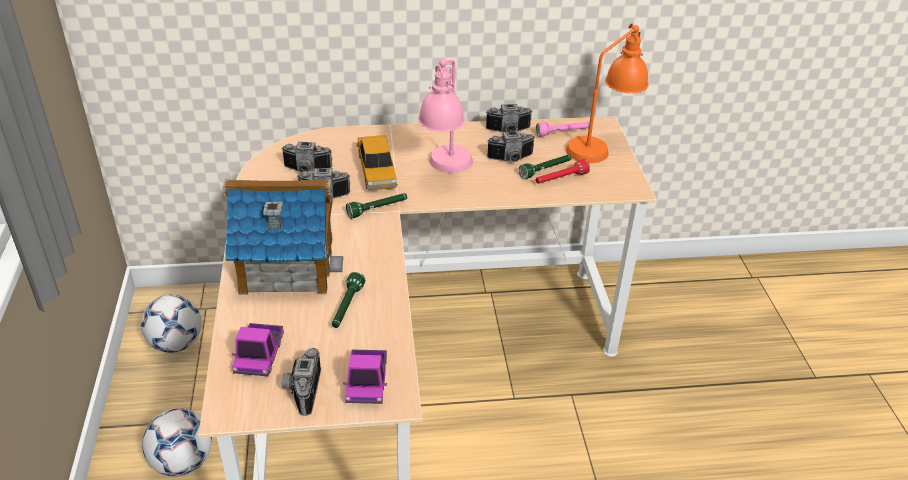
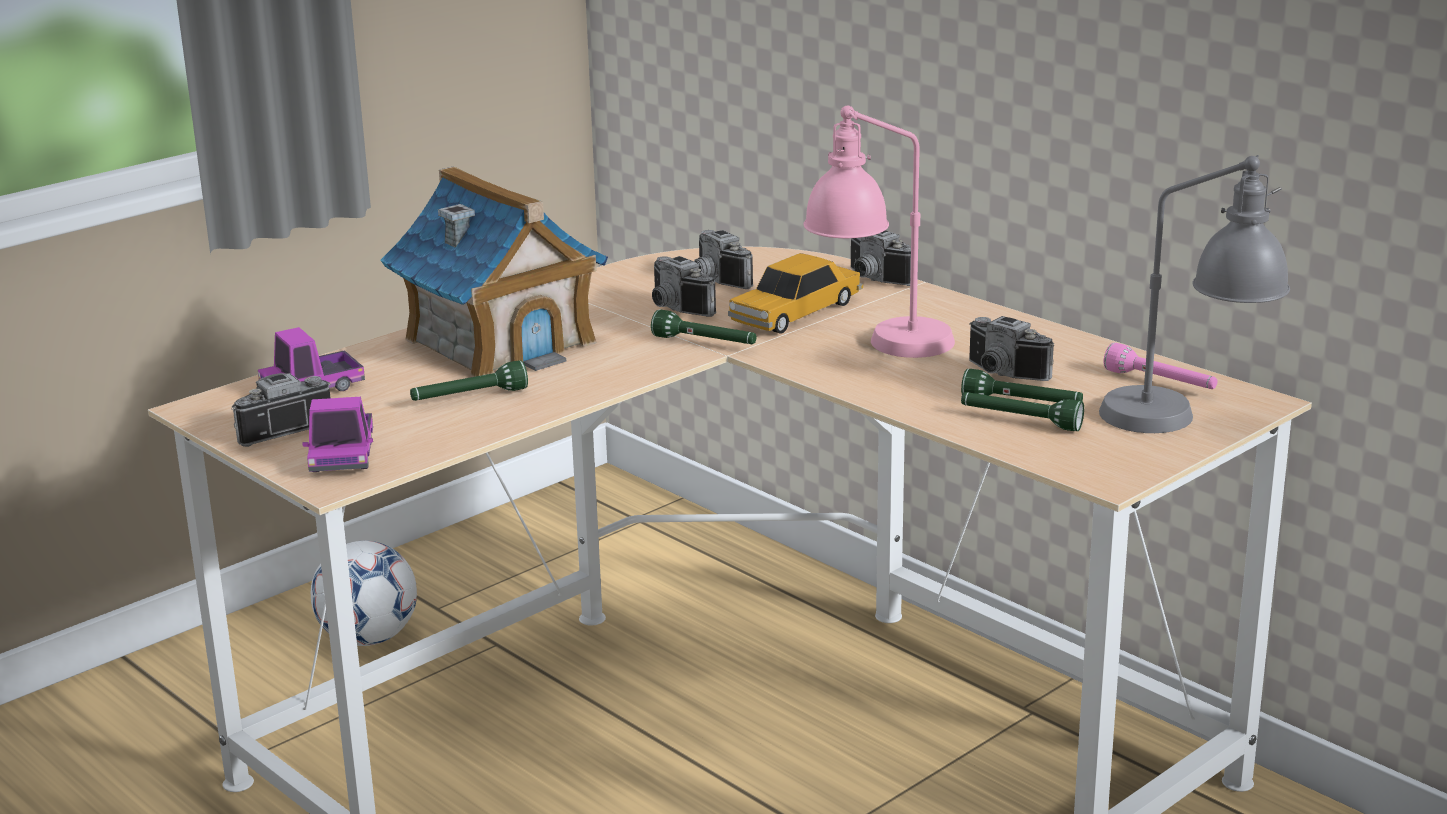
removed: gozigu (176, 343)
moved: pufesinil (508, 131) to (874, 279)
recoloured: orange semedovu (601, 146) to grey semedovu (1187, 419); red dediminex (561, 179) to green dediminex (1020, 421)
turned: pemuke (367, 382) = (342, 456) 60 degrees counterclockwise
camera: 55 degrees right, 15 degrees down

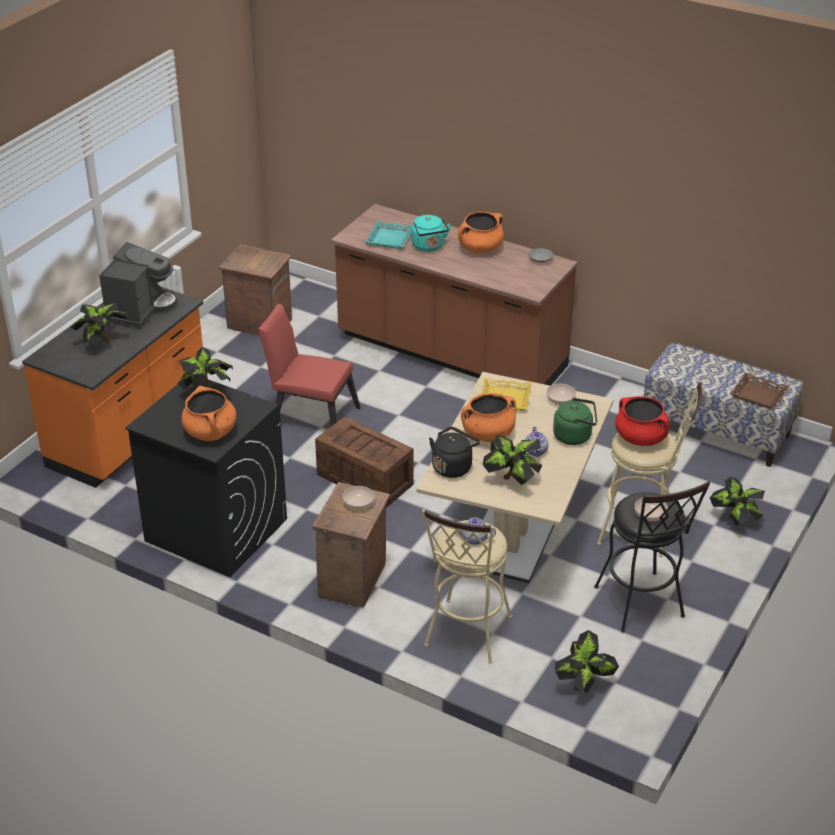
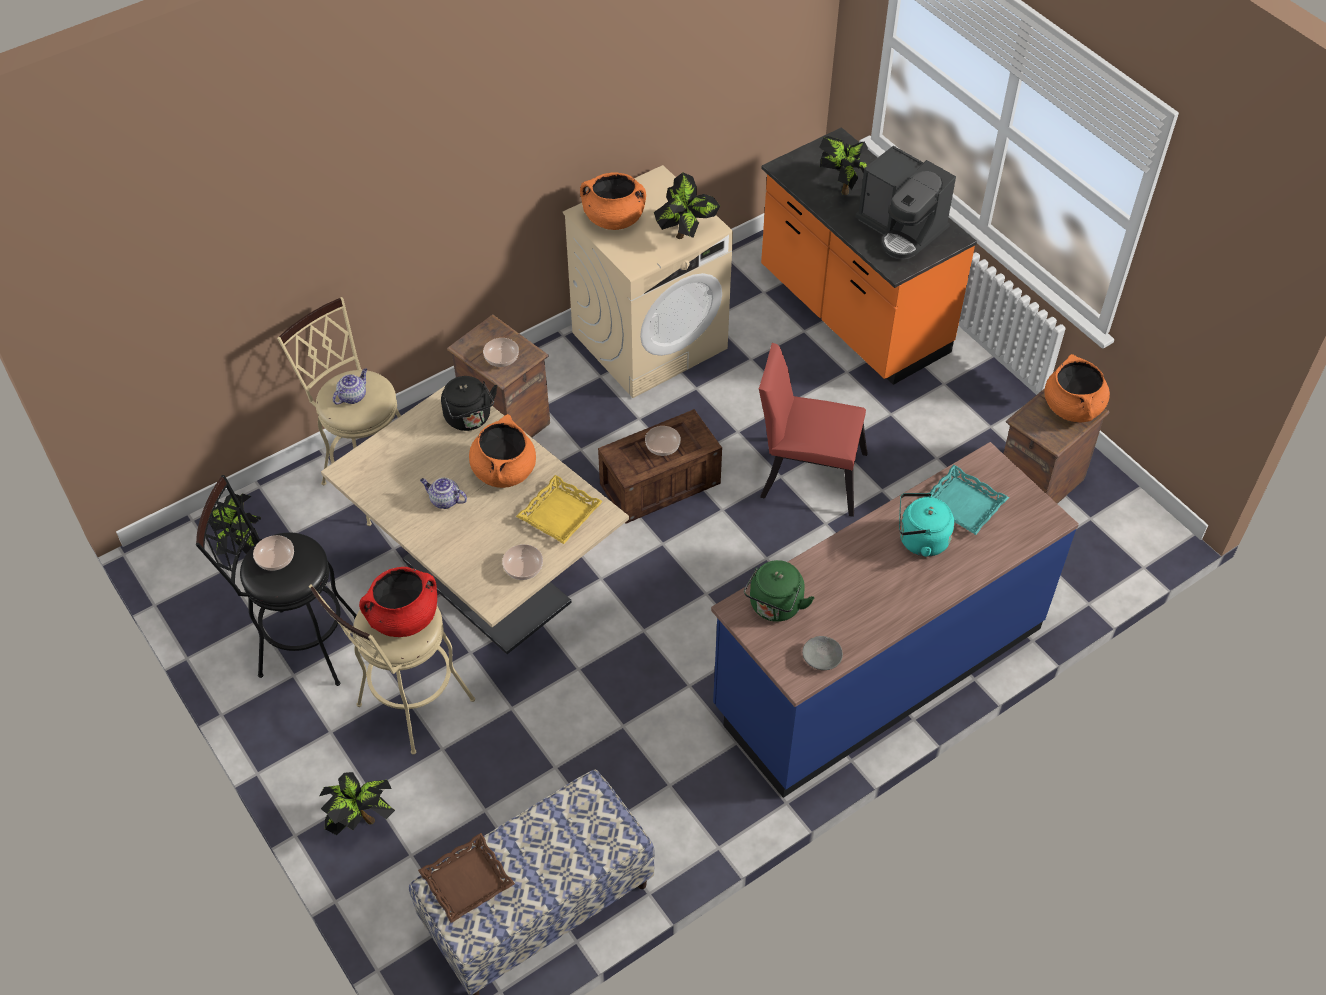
removed: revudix (512, 480)
added: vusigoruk (662, 446)
moved: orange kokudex (480, 248) to (1072, 407); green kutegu (575, 436) to (775, 607)
recoloured: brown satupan (451, 353) to blue satupan (877, 668); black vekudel (215, 530) to beige vekudel (650, 340)
turned: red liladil (310, 417) = (806, 472) 120 degrees counterclockwise
camera: 115 degrees right, 15 degrees up

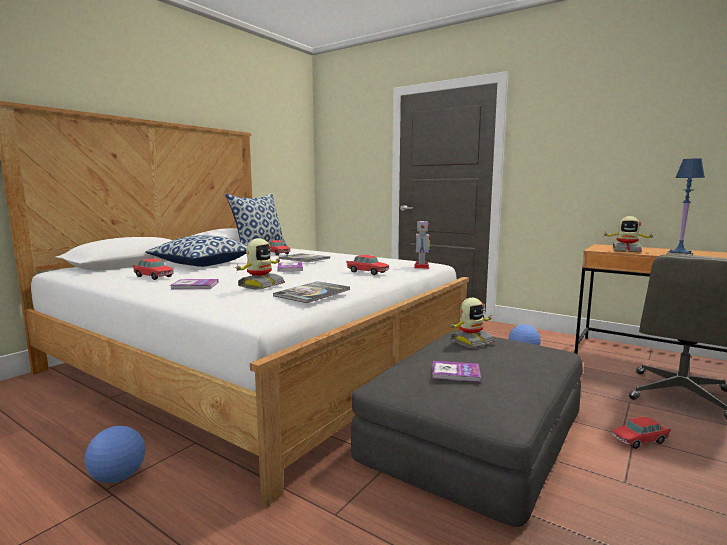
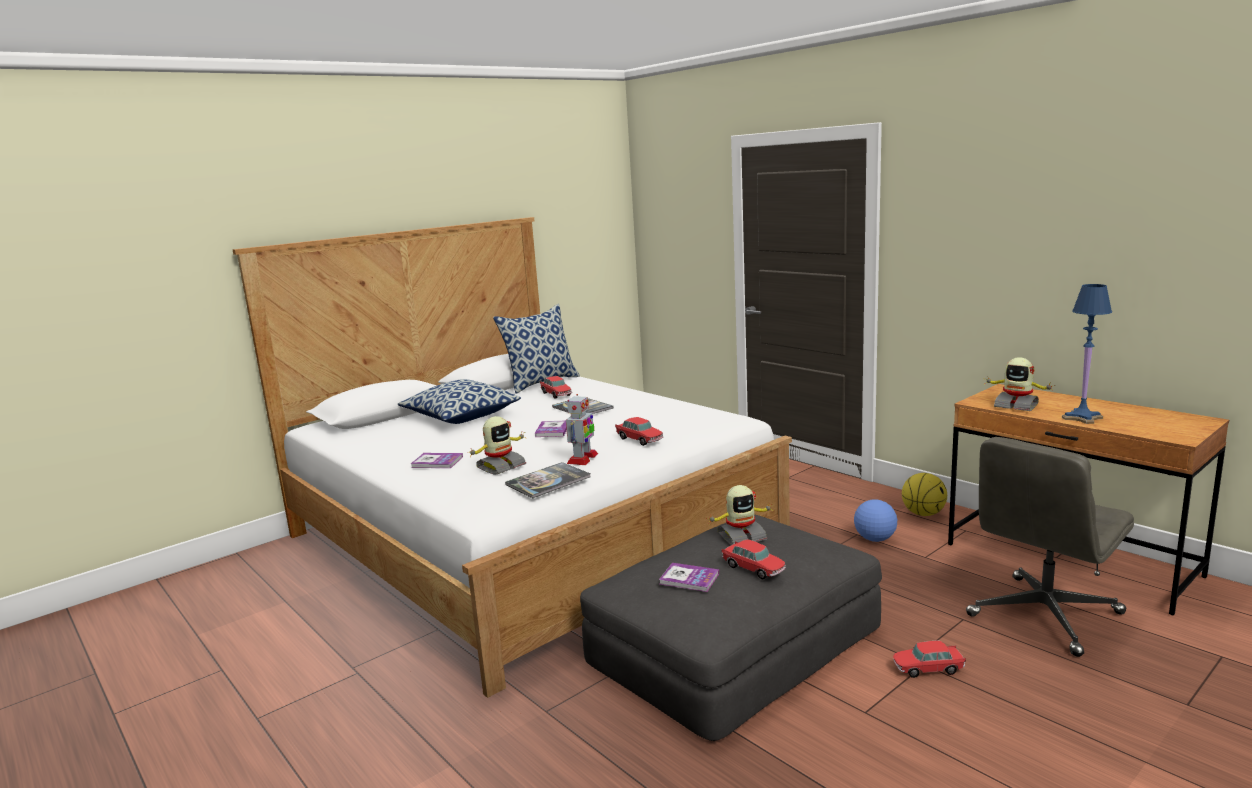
removed: gozigu (118, 477)
added: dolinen (923, 514)
moved: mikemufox (421, 266) to (582, 459); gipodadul (154, 277) to (753, 568)
camera: 15 degrees right, 5 degrees up

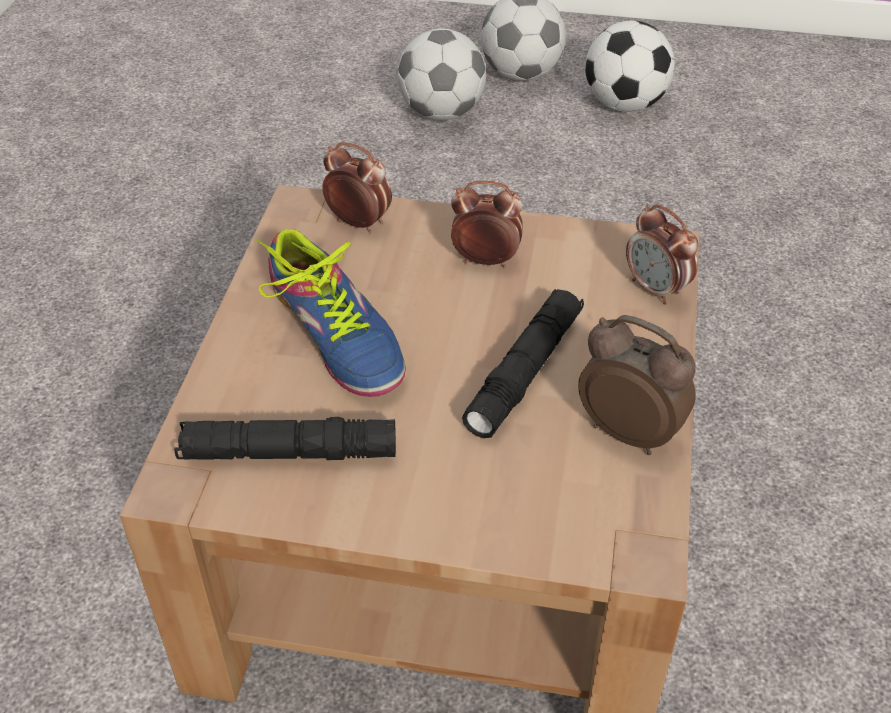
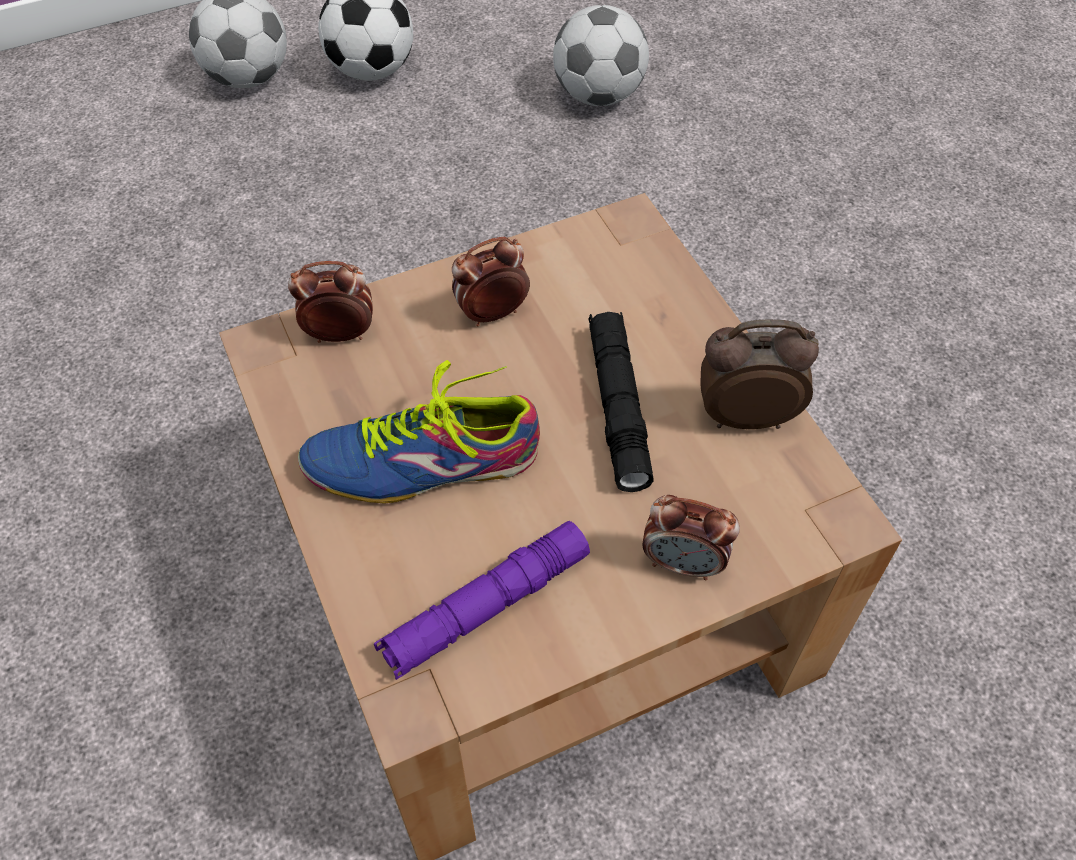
moved: gozigu (442, 113) to (599, 95); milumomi (656, 289) to (683, 563)
recoloured: black dediminex (288, 452) to purple dediminex (485, 607)
turned: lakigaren (337, 334) = (423, 463) 150 degrees clockwise
camera: 35 degrees left, 10 degrees up

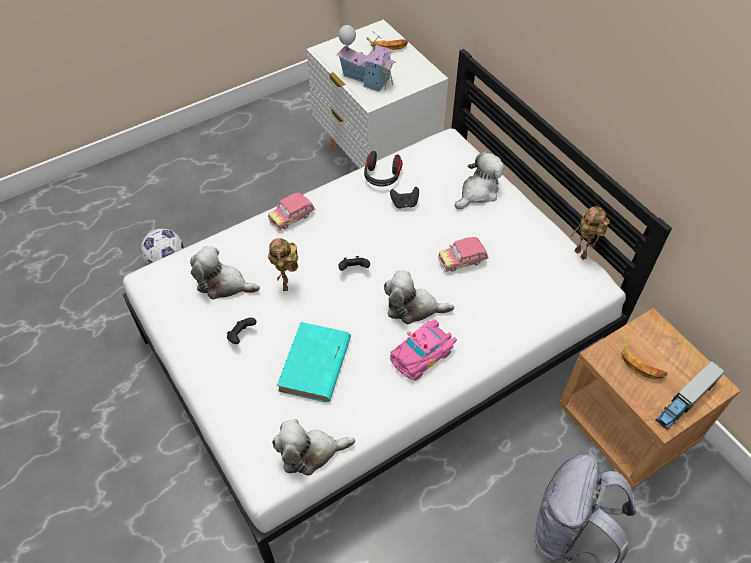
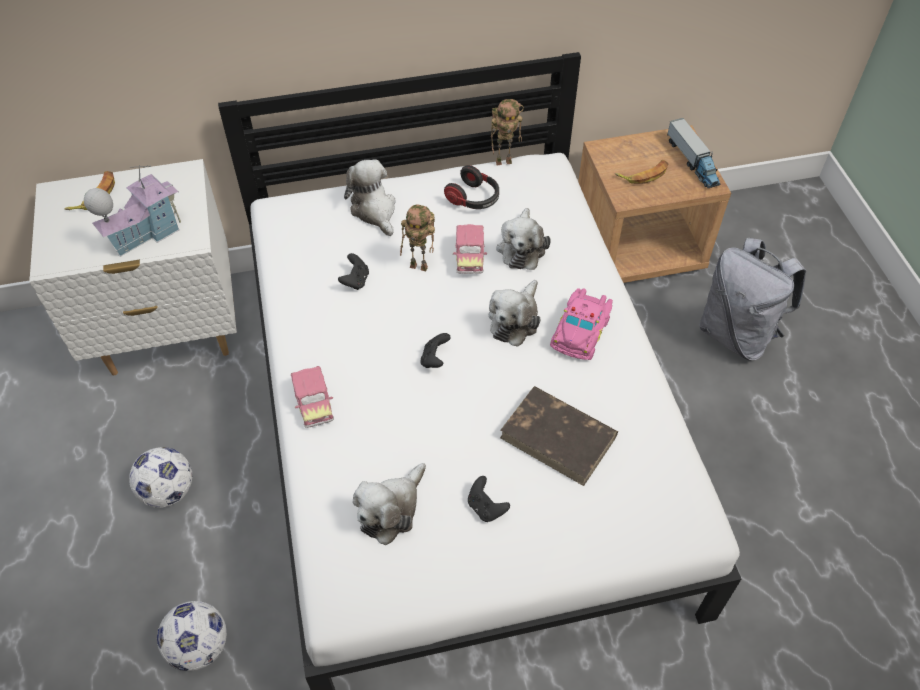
added: gozigu (168, 491)
moved: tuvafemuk (382, 177) to (474, 199); mikemufox (287, 286) to (420, 266); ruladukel (310, 452) to (521, 248)
recoloured: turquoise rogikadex (315, 365) to brown rogikadex (559, 437)
turned: pink gipodadul (423, 354) = (581, 331) 45 degrees clockwise
camera: 70 degrees left, 0 degrees up

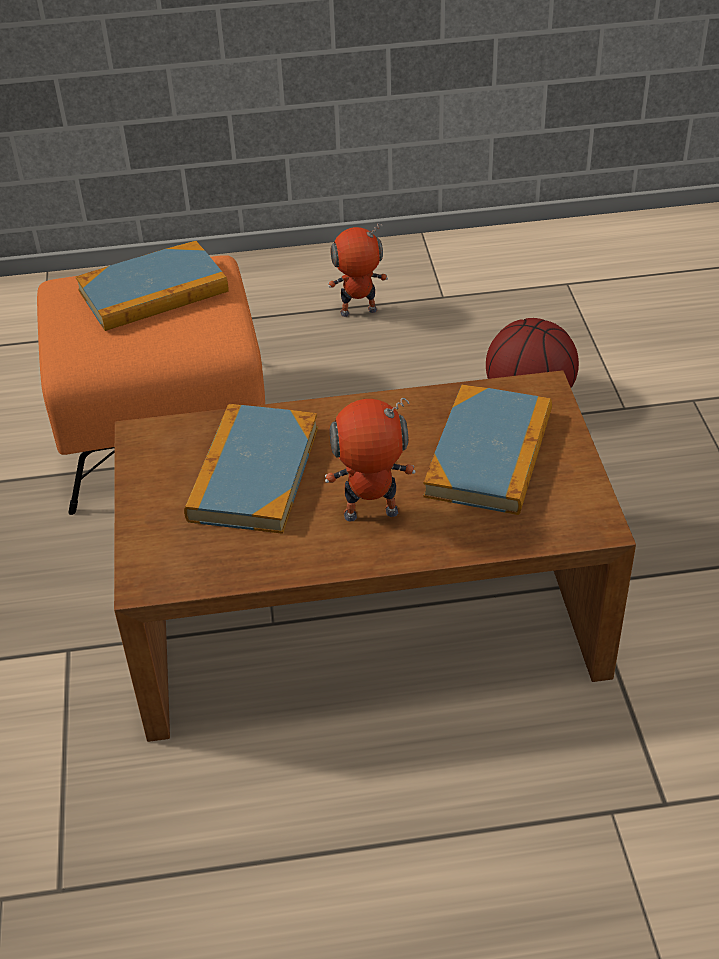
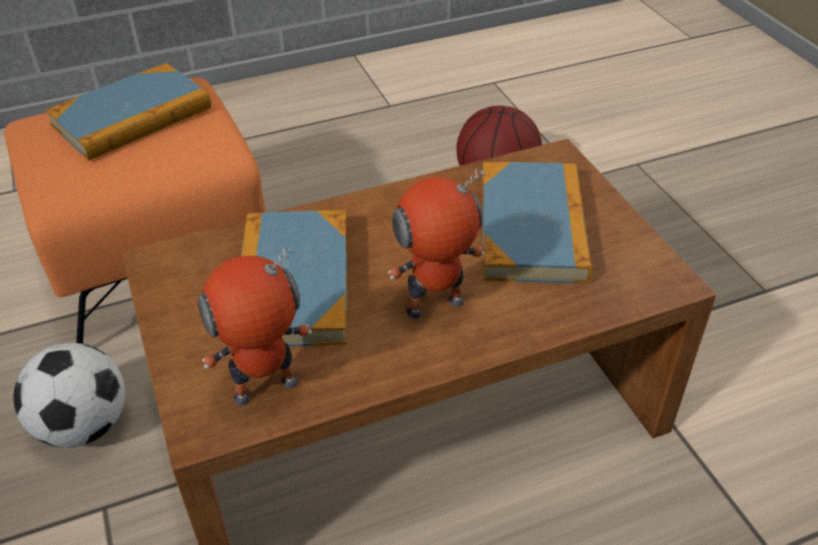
added: gozigu (84, 426)
moved: mikemufox (358, 312) to (266, 391)
camera: 15 degrees left, 0 degrees up

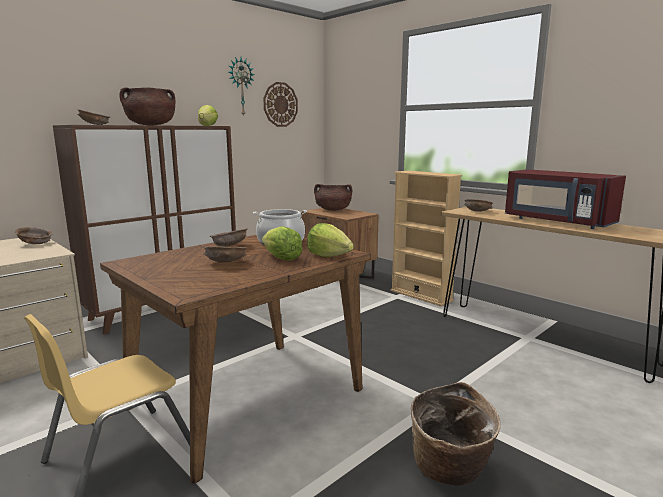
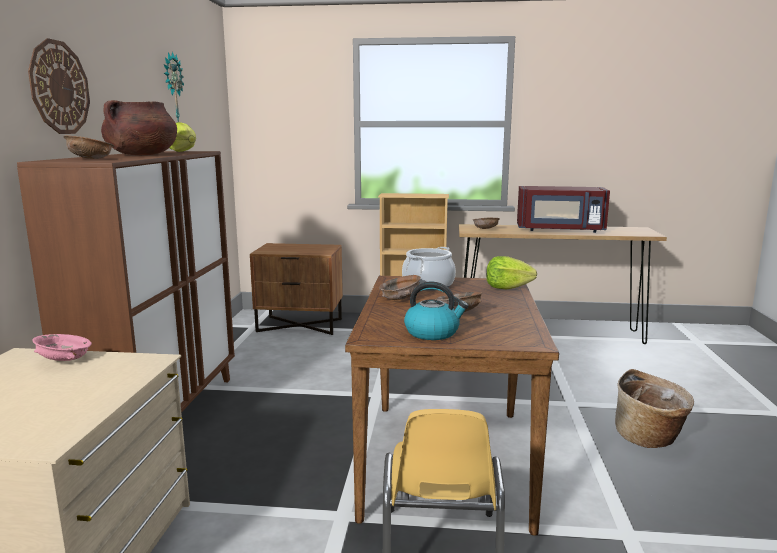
removed: brown kokudex (333, 210); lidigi (281, 258)
added: kutegu (433, 332)
moved: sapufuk (280, 104) to (59, 87)
recoloured: brown vusigoruk (35, 244) to pink vusigoruk (64, 360)
camera: 40 degrees left, 0 degrees up

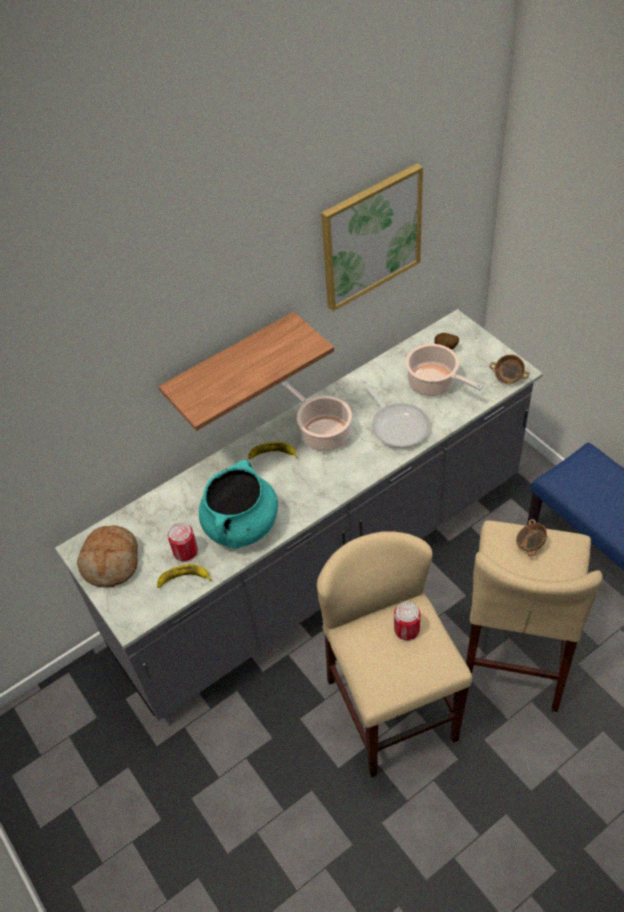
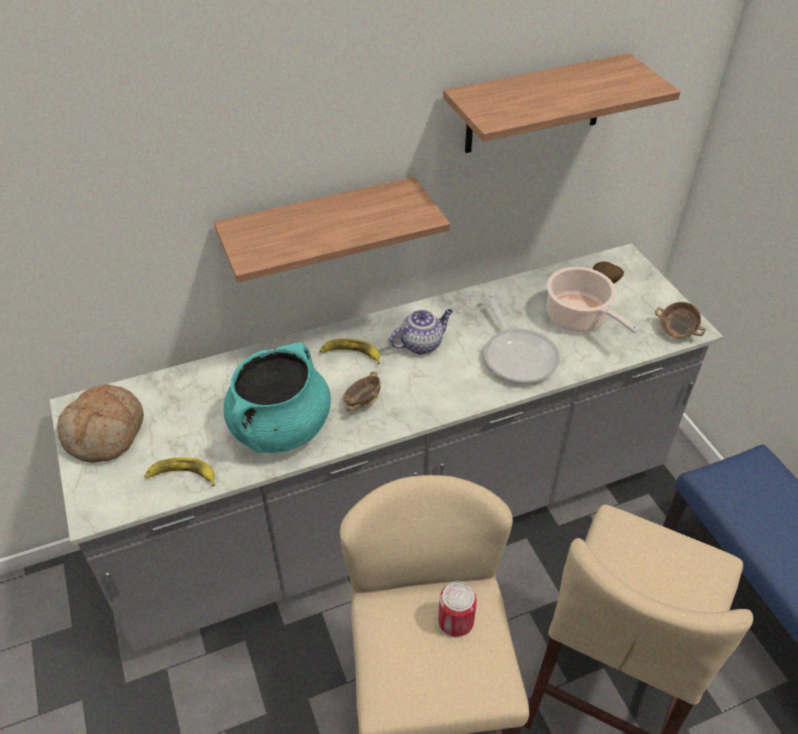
removed: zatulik (185, 551)
moved: vusigoruk (529, 544) to (362, 402)
replaced: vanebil (371, 237) to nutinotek (535, 105); kokudex (323, 433) to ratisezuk (421, 343)
camera: 10 degrees right, 5 degrees down

